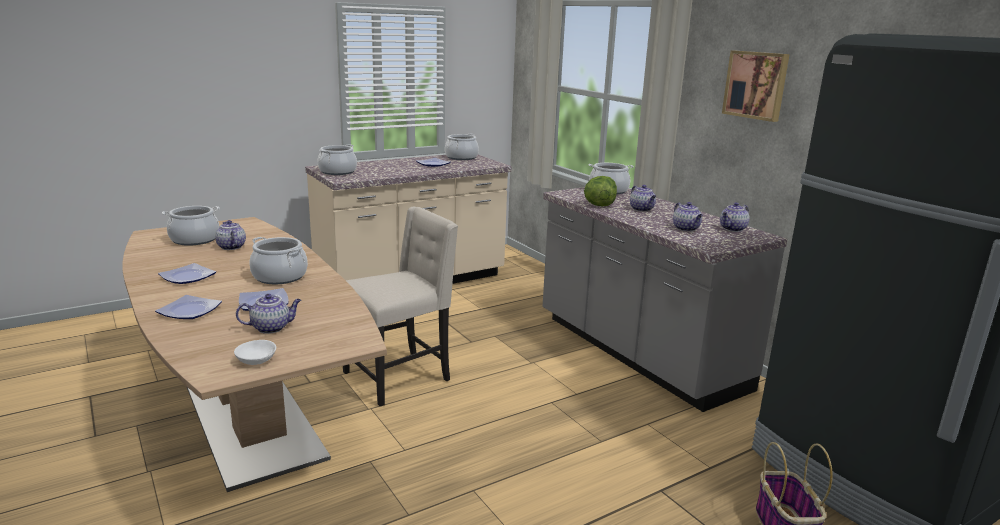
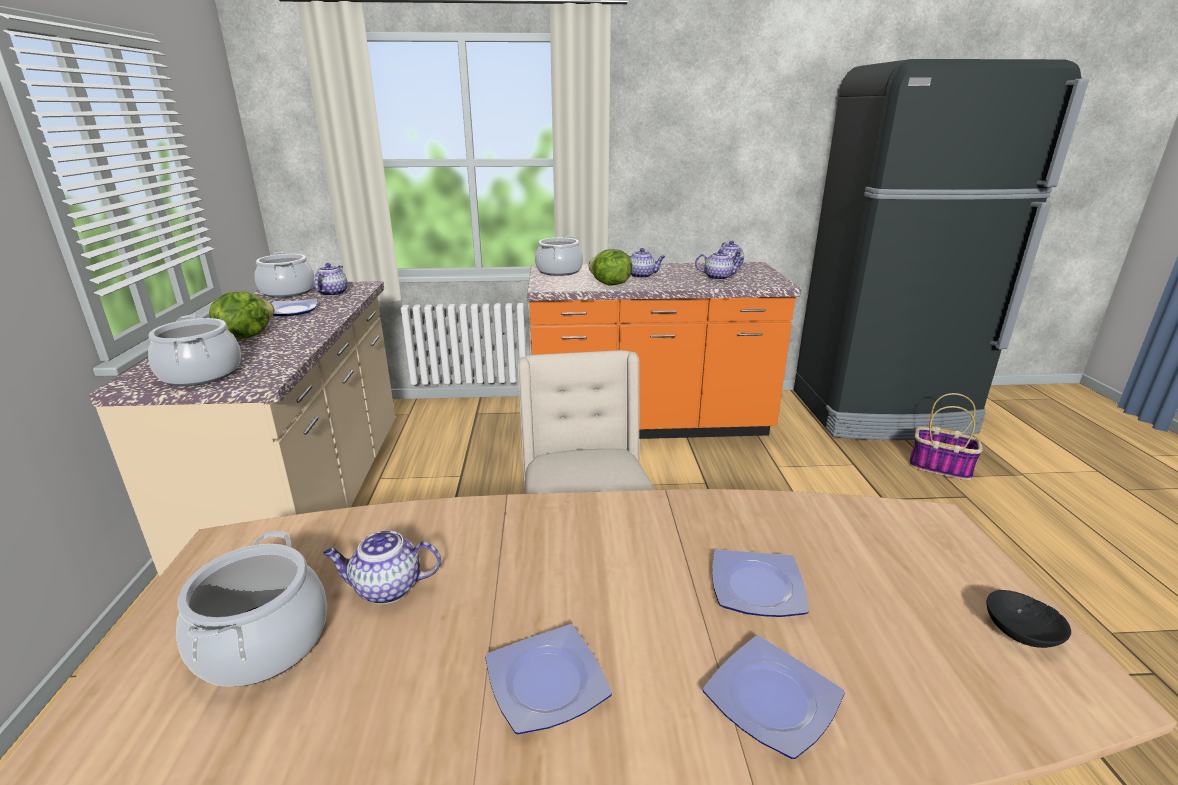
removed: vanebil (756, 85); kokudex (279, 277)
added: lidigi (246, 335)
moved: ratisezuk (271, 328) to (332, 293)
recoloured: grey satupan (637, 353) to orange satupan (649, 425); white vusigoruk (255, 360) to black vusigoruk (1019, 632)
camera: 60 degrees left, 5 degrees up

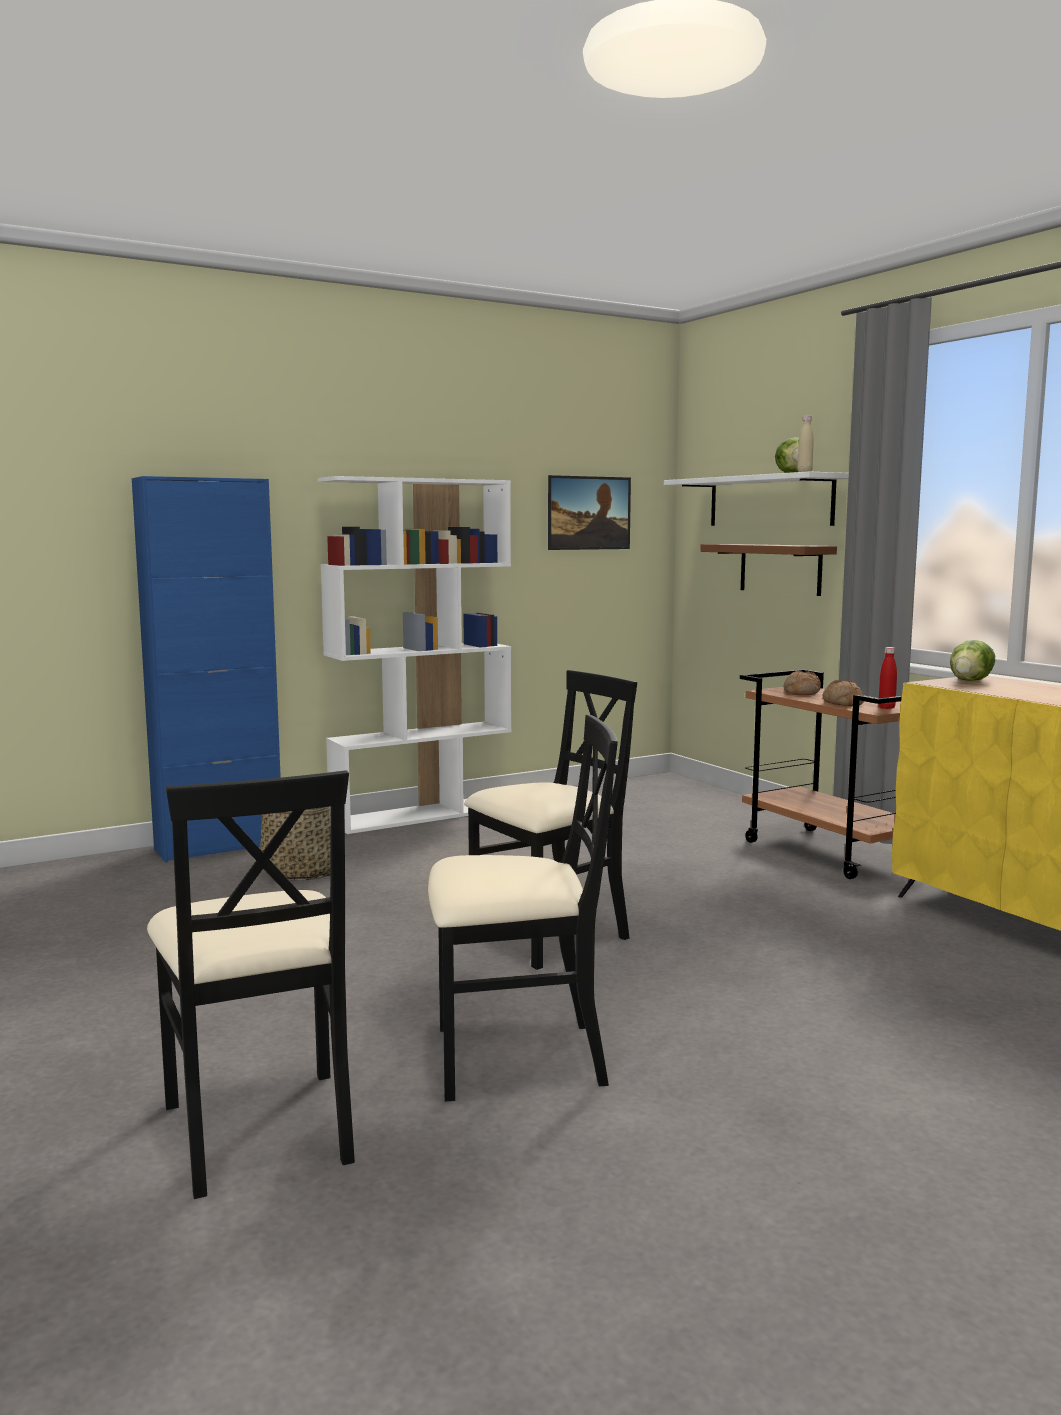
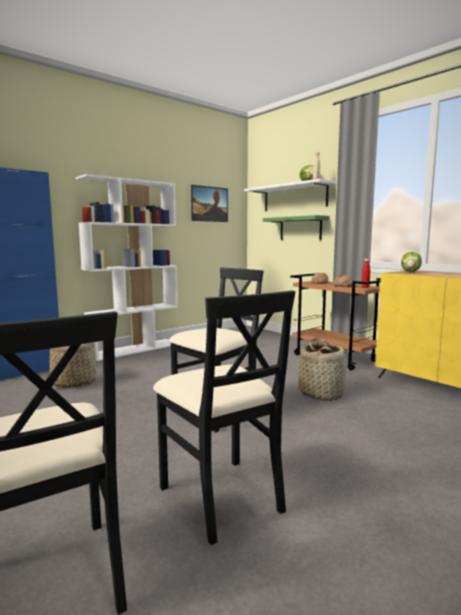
added: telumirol (321, 393)
recoloured: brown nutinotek (780, 569) to green nutinotek (300, 228)
turned: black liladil (516, 1057) = (221, 496) 75 degrees clockwise
camera: 10 degrees left, 0 degrees up

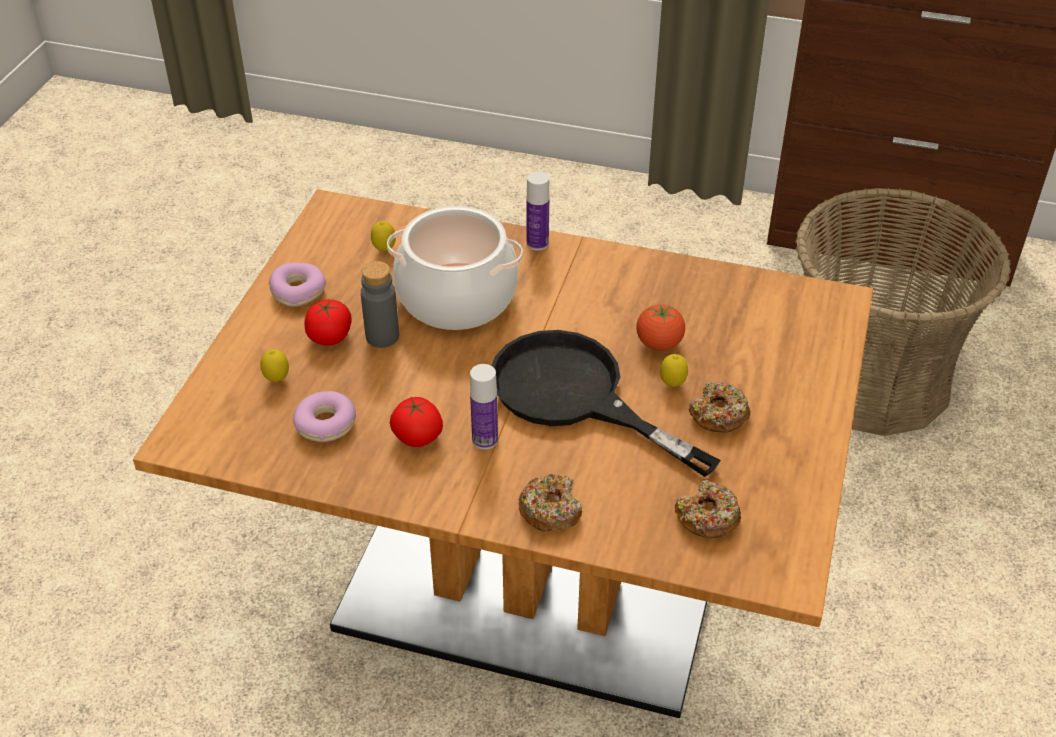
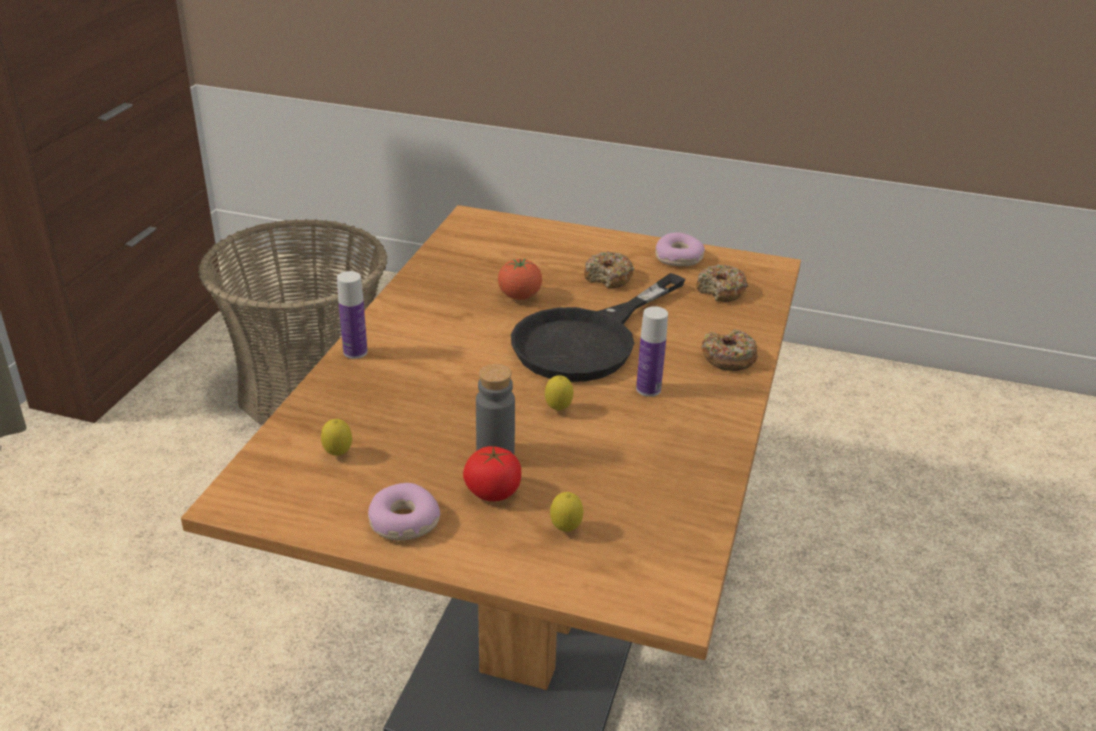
removed: kokudex (456, 297); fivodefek (417, 437)
moved: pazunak (672, 385) to (558, 410); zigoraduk (326, 424) to (679, 258)
camera: 90 degrees left, 10 degrees down

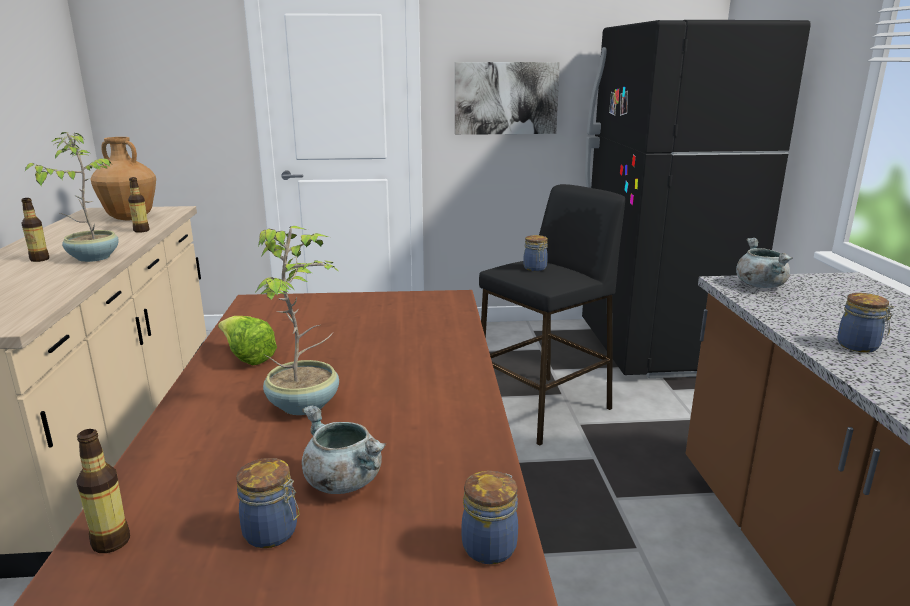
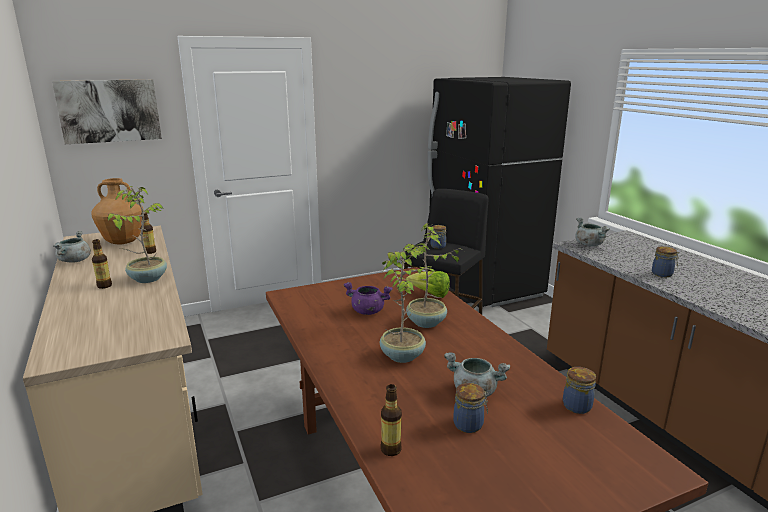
added: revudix (426, 323); grey kokudex (75, 261); purple kokudex (367, 311)
moved: vanebil (505, 98) to (109, 111); lidigi (247, 357) to (430, 295)
camera: 20 degrees left, 0 degrees up

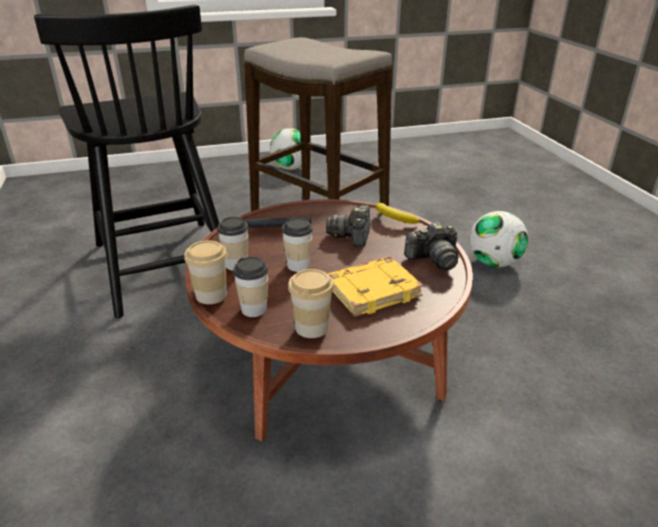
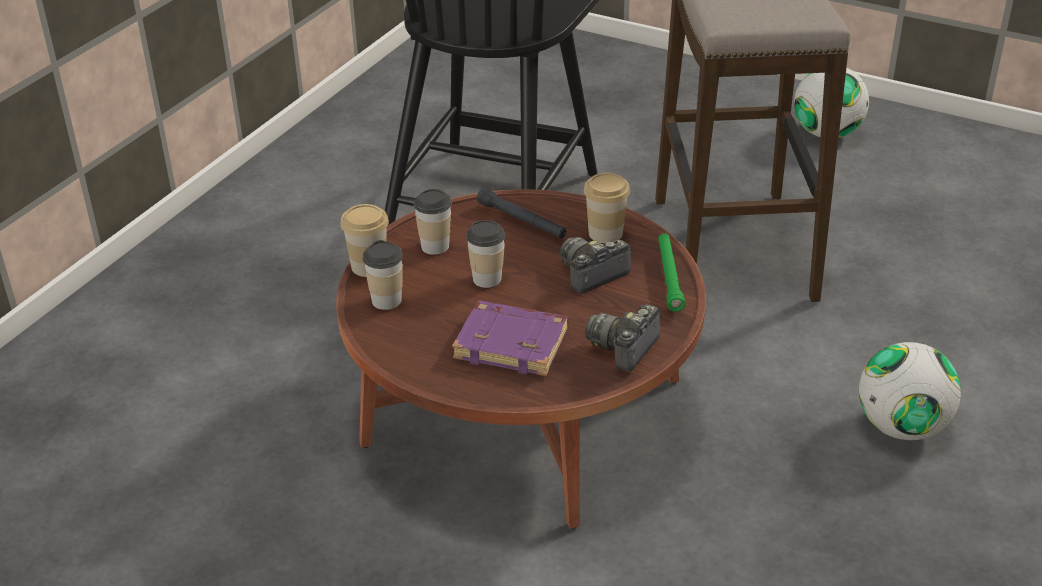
moved: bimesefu (311, 327) to (605, 233)
replaced: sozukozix (393, 218) to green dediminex (669, 277)
recoloured: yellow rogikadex (372, 290) to purple rogikadex (513, 344)
turned: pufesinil (434, 259) = (624, 348) 90 degrees clockwise
camera: 45 degrees right, 5 degrees up

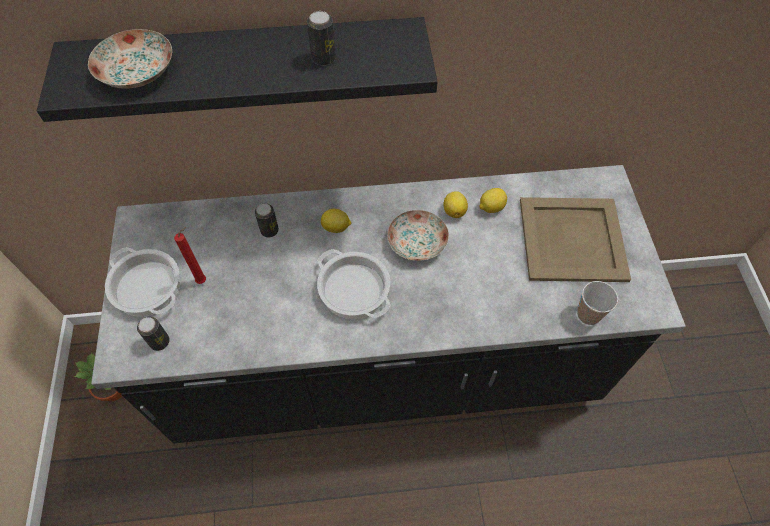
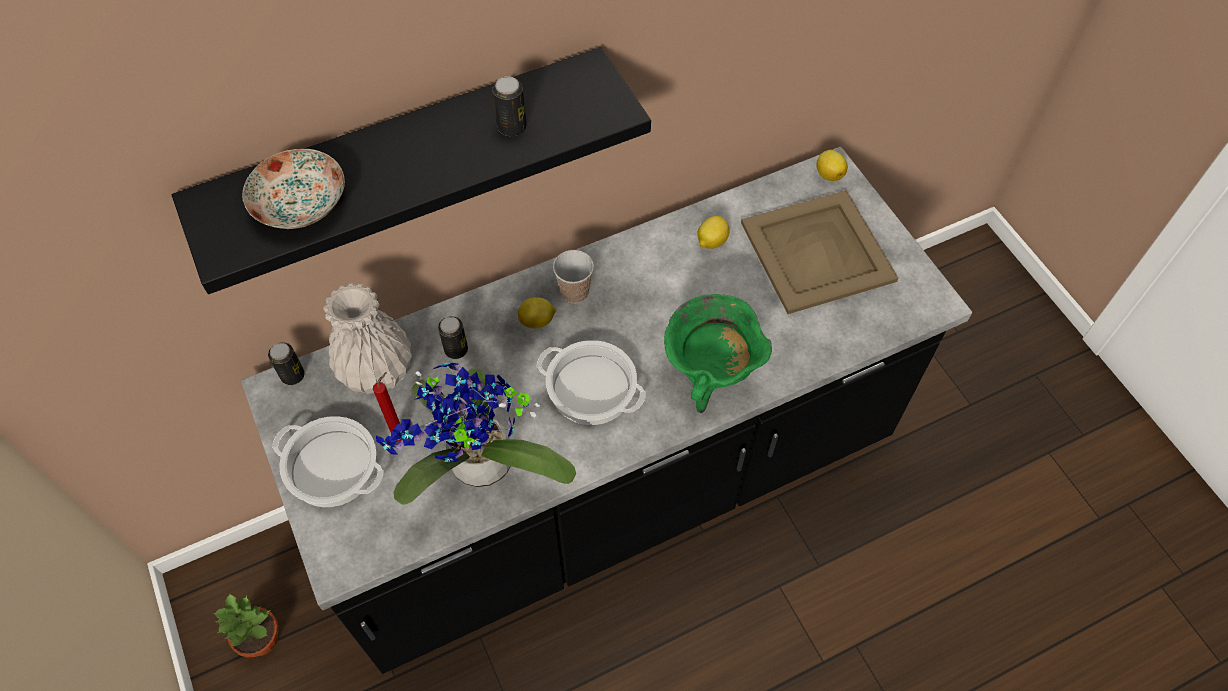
removed: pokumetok (417, 242)
added: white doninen (375, 370); green kokudex (710, 375); revudix (479, 470)
moved: pazunak (454, 211) to (828, 174); bimesefu (588, 314) to (574, 292); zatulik (159, 342) to (292, 375)
camera: 20 degrees left, 0 degrees up

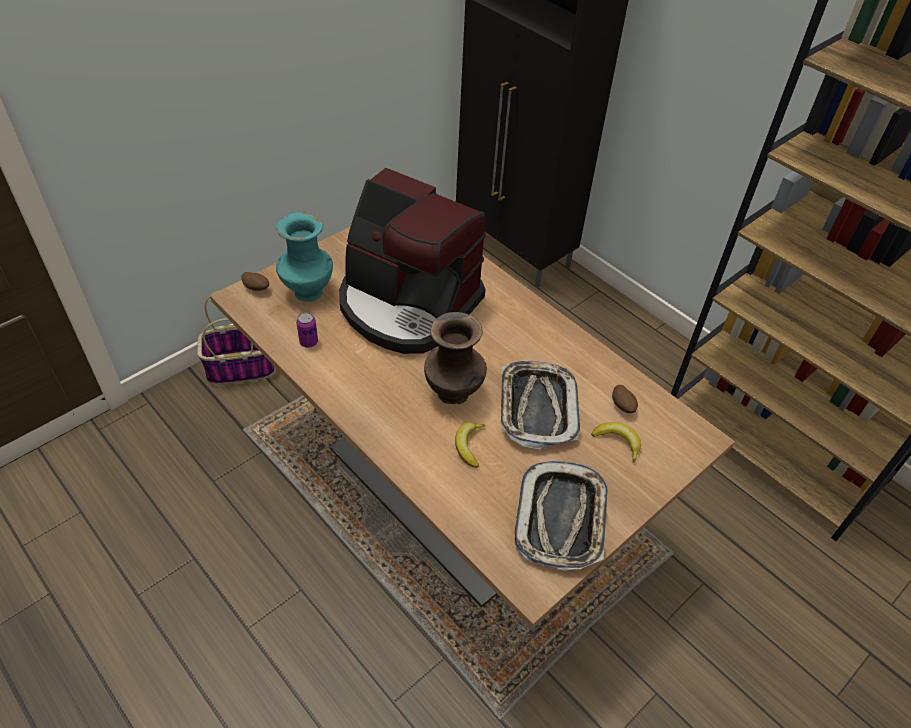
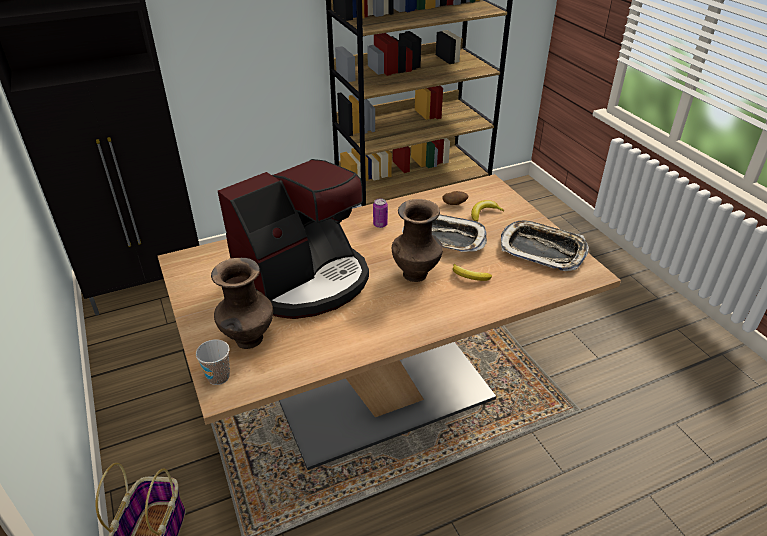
moved: zatulik (308, 342) to (380, 224)
replaced: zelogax (256, 288) to bimesefu (218, 377)
recoloured: turquoise doninen (307, 292) to brown doninen (248, 340)
camera: 70 degrees left, 10 degrees down

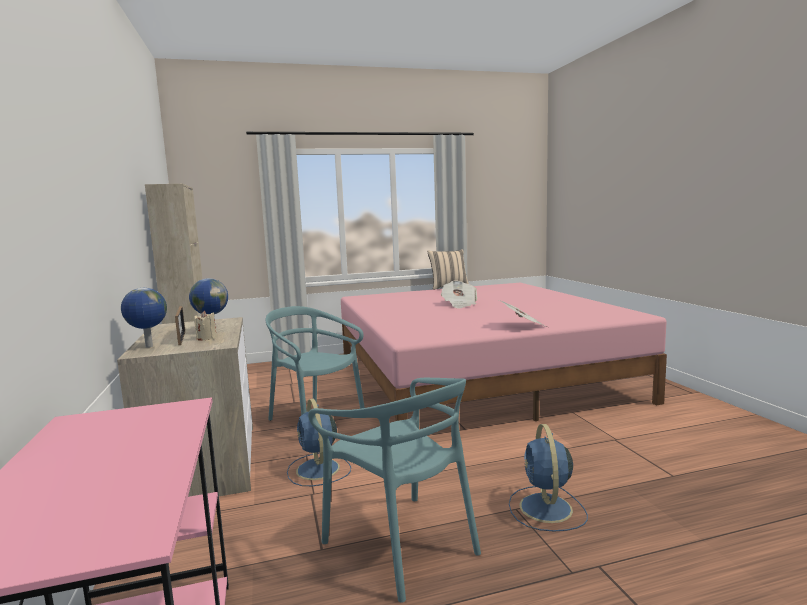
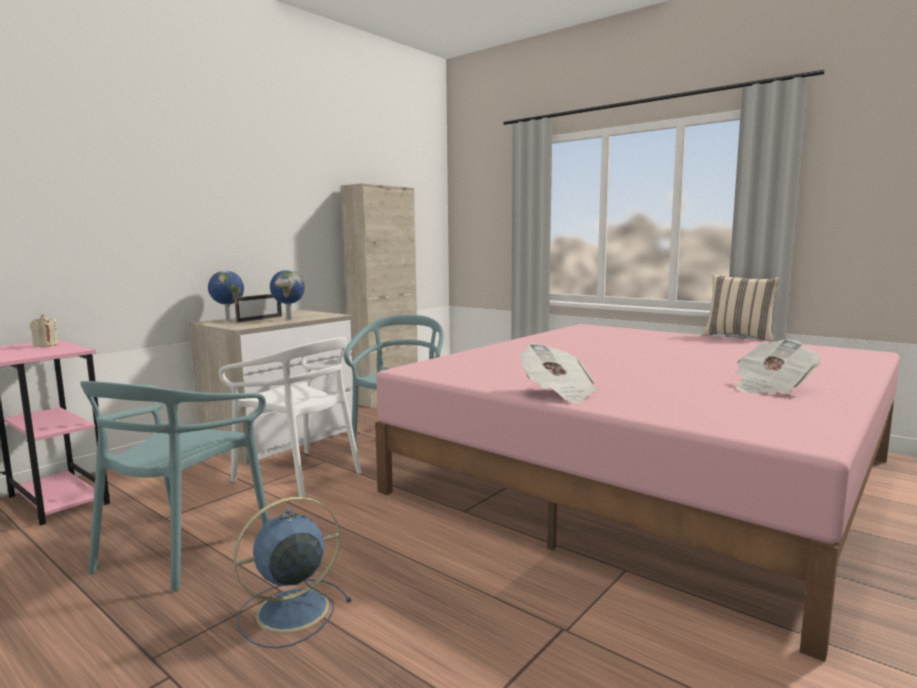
moved: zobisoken (459, 304) to (771, 387); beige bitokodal (206, 338) to (45, 345)
replaced: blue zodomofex (318, 470) to white liladil (299, 475)
camera: 55 degrees right, 0 degrees up

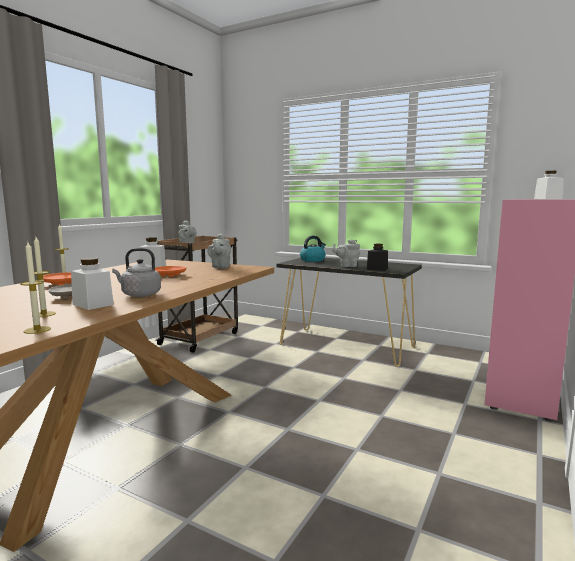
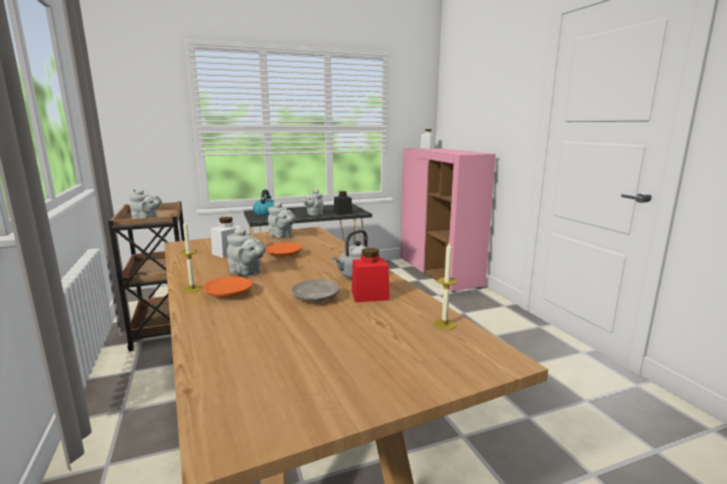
removed: bitokodal (44, 314)
added: grey ratisezuk (247, 272)
recoloured: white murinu (93, 304) to red murinu (370, 295)
camera: 50 degrees left, 5 degrees up

